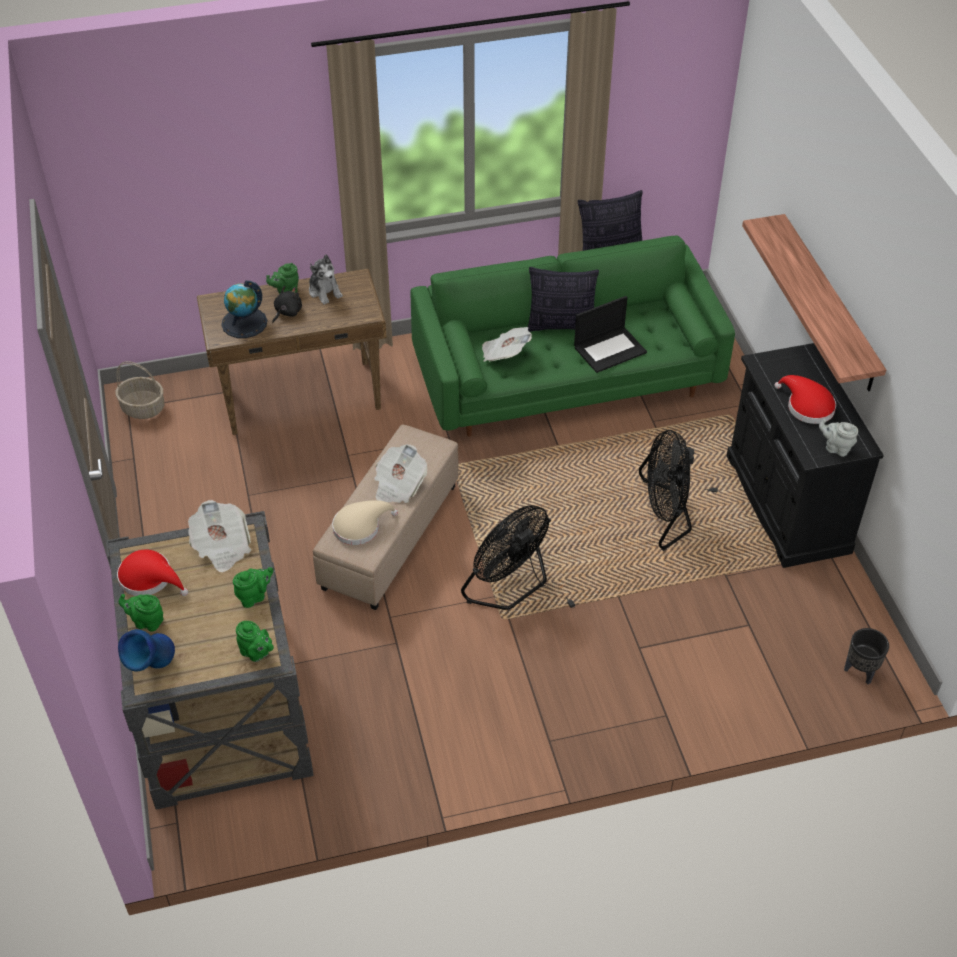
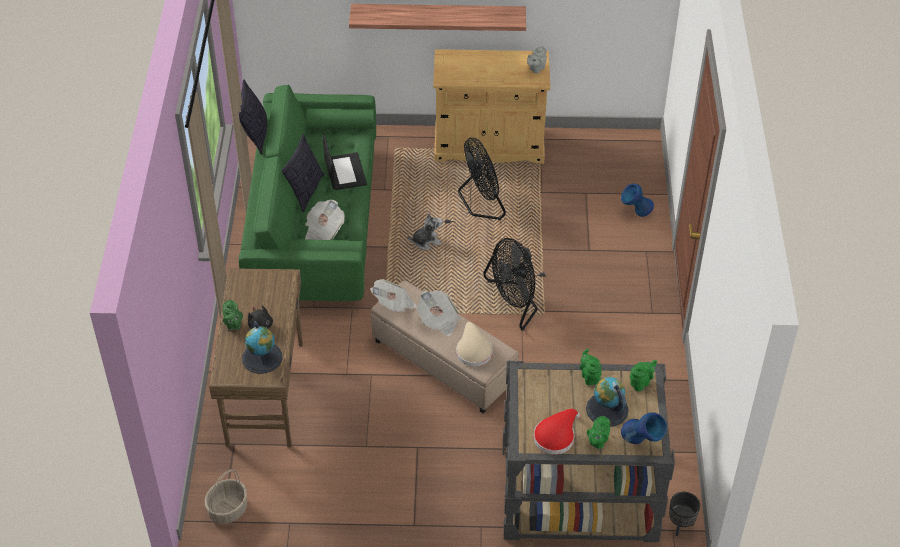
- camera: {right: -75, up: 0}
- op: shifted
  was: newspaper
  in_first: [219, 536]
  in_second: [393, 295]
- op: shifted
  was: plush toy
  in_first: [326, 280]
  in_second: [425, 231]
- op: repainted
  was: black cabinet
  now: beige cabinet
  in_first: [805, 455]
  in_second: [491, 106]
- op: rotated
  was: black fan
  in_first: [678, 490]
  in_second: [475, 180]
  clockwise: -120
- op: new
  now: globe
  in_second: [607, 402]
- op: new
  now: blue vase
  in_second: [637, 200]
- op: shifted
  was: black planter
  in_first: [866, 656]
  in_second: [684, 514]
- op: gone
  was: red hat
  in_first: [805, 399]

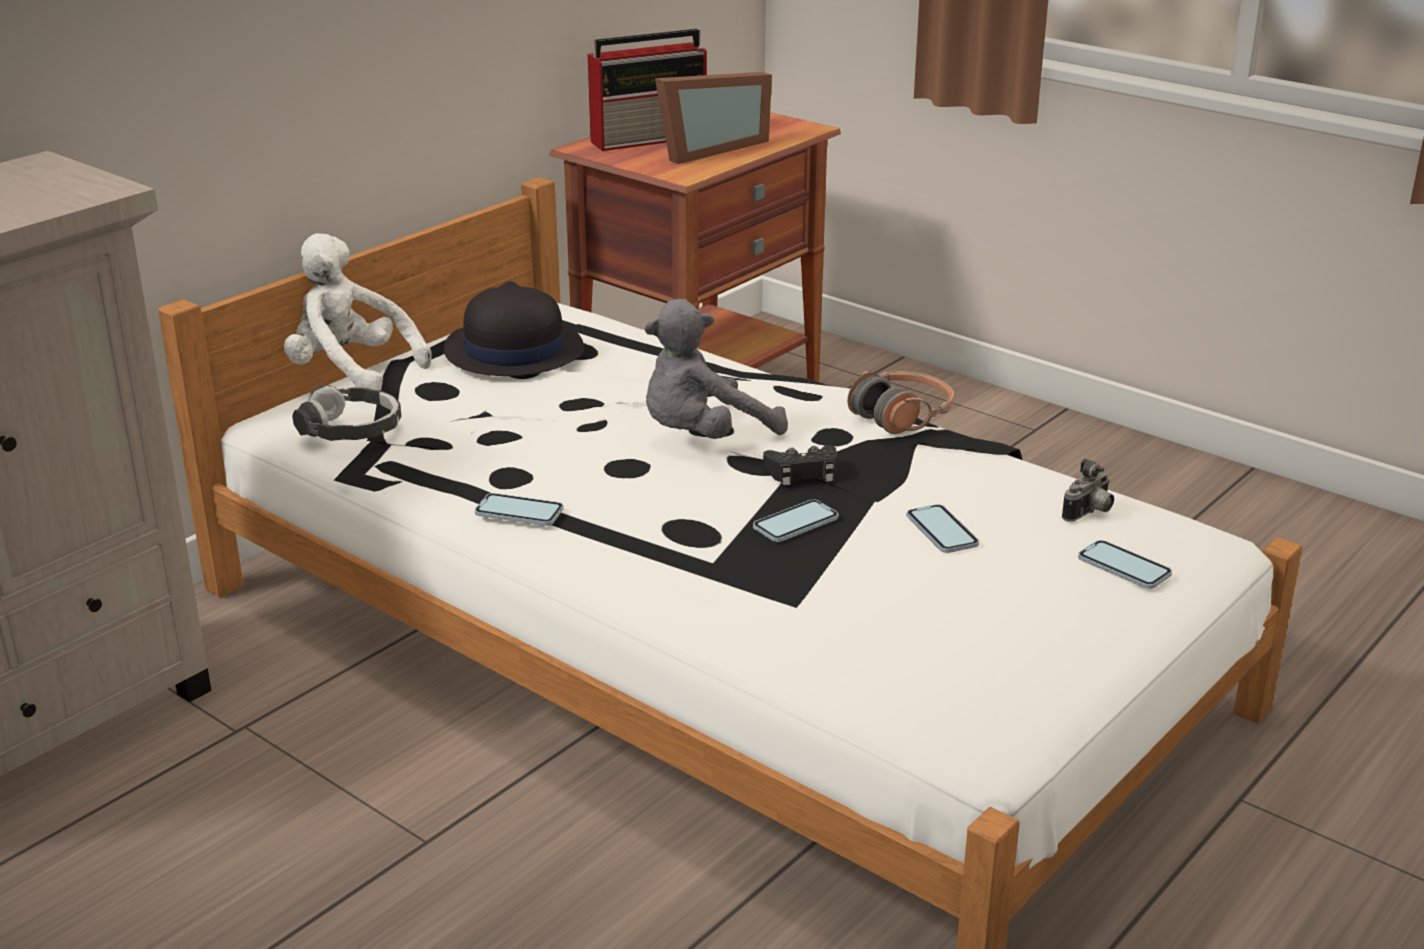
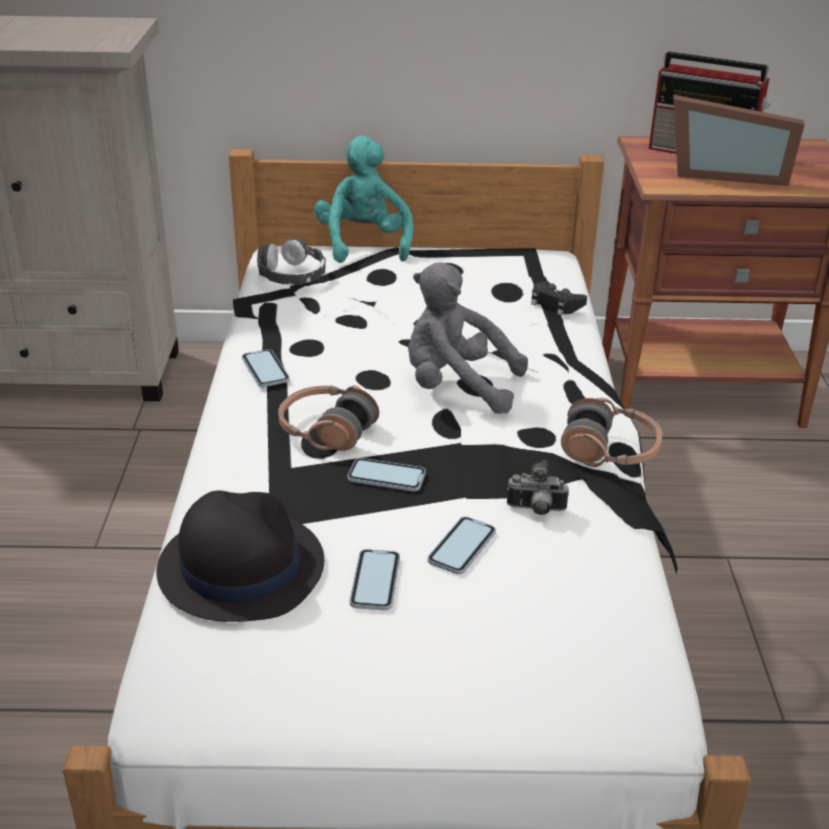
- camera: {right: 50, up: 5}
- op: shifted
  was: black hat
  in_first: [514, 328]
  in_second: [240, 556]
- op: new
  now: headphones
  in_second: [328, 418]
- op: repainted
  was: white plush toy
  now: turquoise plush toy
  in_first: [358, 312]
  in_second: [363, 199]
- op: shifted
  was: phone
  in_first: [1125, 564]
  in_second: [375, 579]
- op: shifted
  was: photo camera
  in_first: [1088, 490]
  in_second: [538, 487]
- op: shifted
  was: black game controller
  in_first: [800, 465]
  in_second: [559, 298]

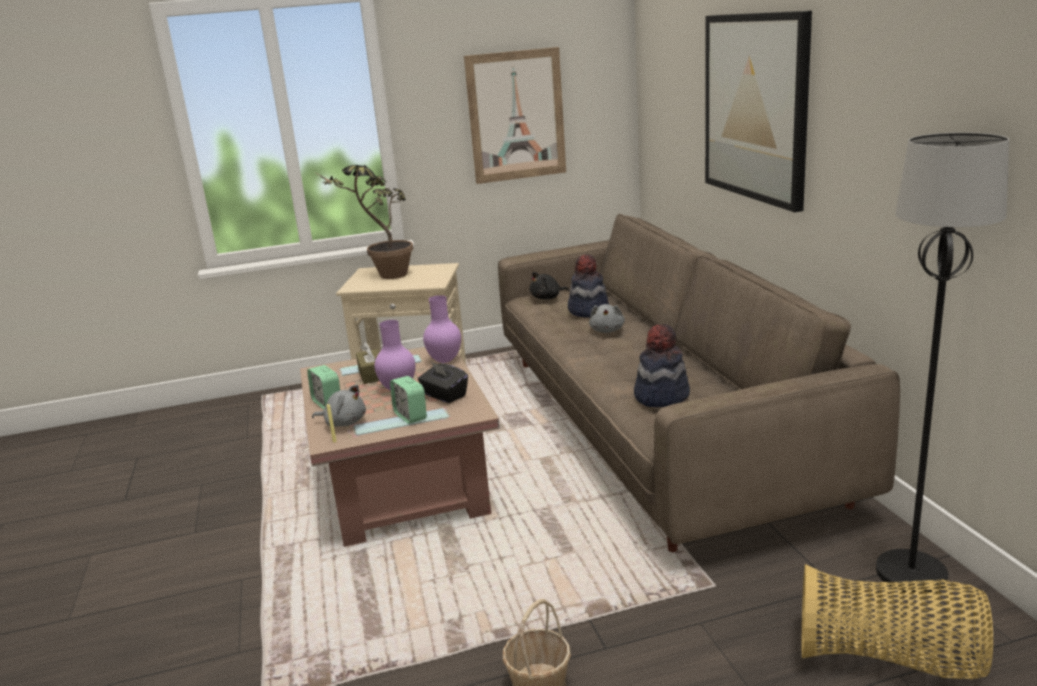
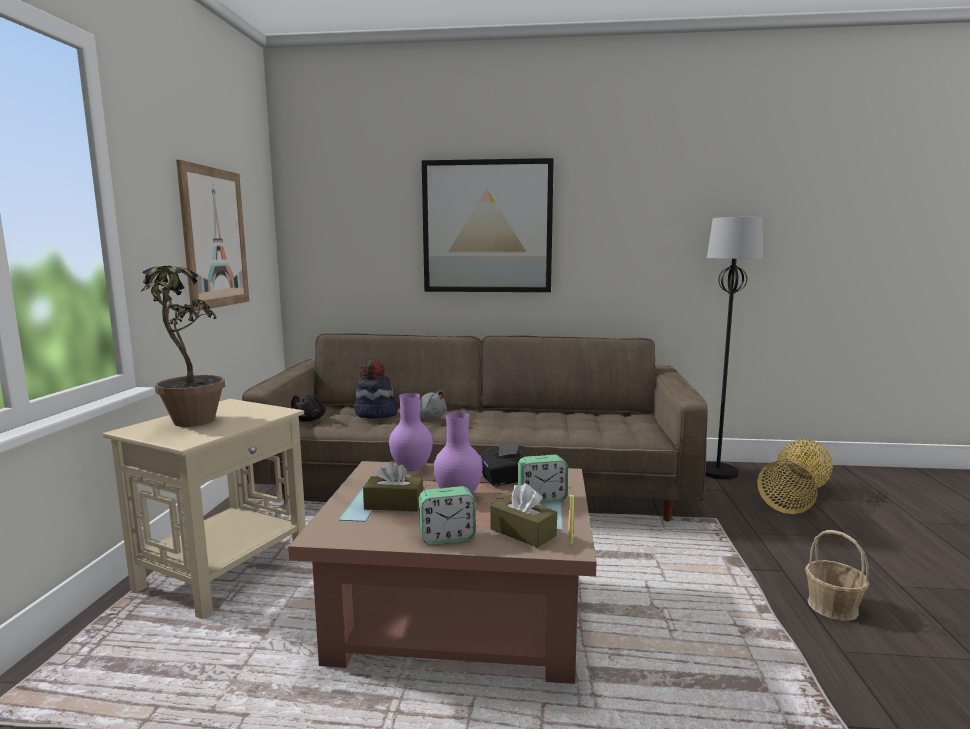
- camera: {right: -70, up: -10}
- op: swapped
  was: grey plush toy
  now: brown tissue box
  in_first: [339, 405]
  in_second: [523, 515]
- op: gone
  was: hat
  in_first: [662, 365]

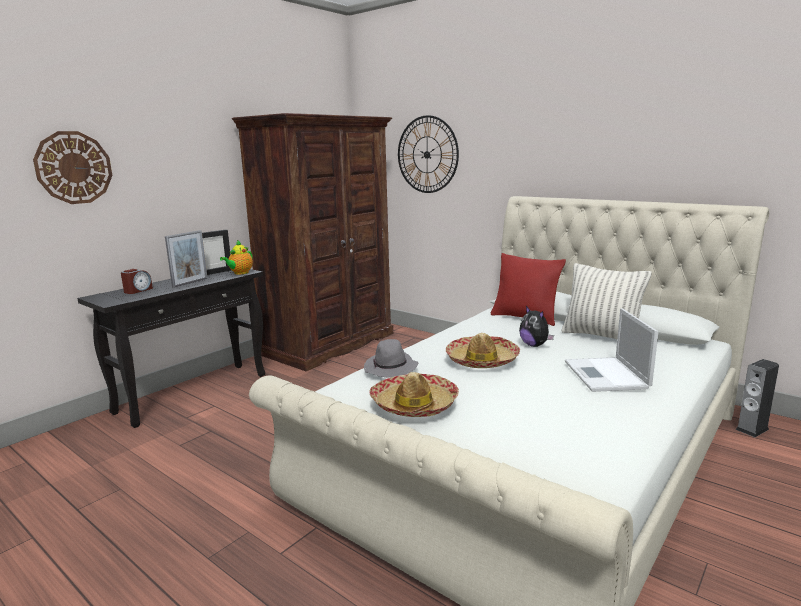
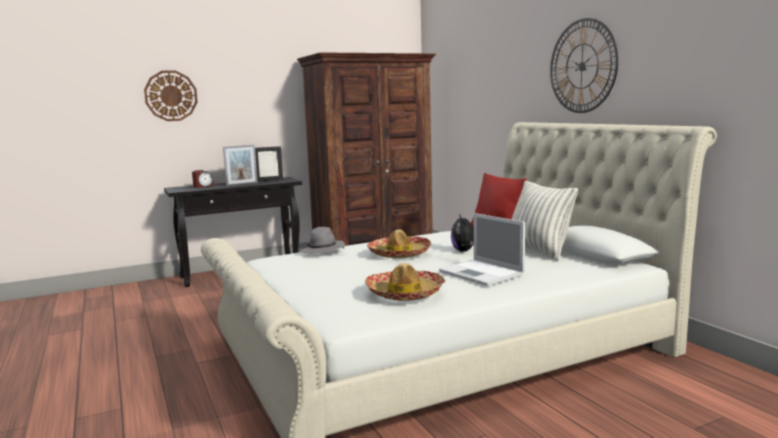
- camera: {right: 25, up: -5}
- op: shifted
  was: hat
  in_first: [414, 394]
  in_second: [405, 282]
- op: rotated
  was: laptop
  in_first: [611, 350]
  in_second: [482, 249]
  clockwise: -60
- op: shifted
  was: wall clock
  in_first: [428, 154]
  in_second: [584, 65]
- op: gone
  was: teapot
  in_first: [236, 257]
- op: gone
  was: speaker
  in_first: [757, 398]

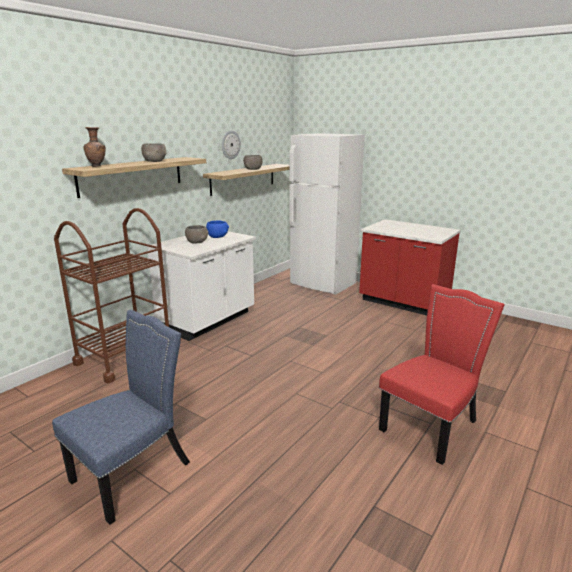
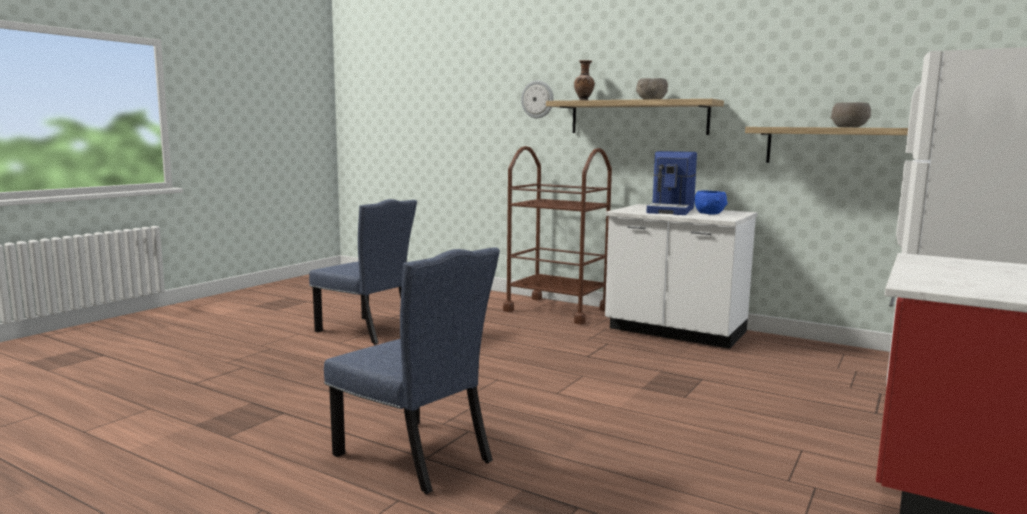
- camera: {right: 85, up: -10}
- op: repainted
  was: red chair
  now: blue chair
  in_first: [442, 374]
  in_second: [412, 370]
- op: shifted
  was: wall clock
  in_first: [231, 144]
  in_second: [537, 99]
- op: swapped
  was: grey bowl
  now: coffee machine
  in_first: [197, 234]
  in_second: [671, 183]

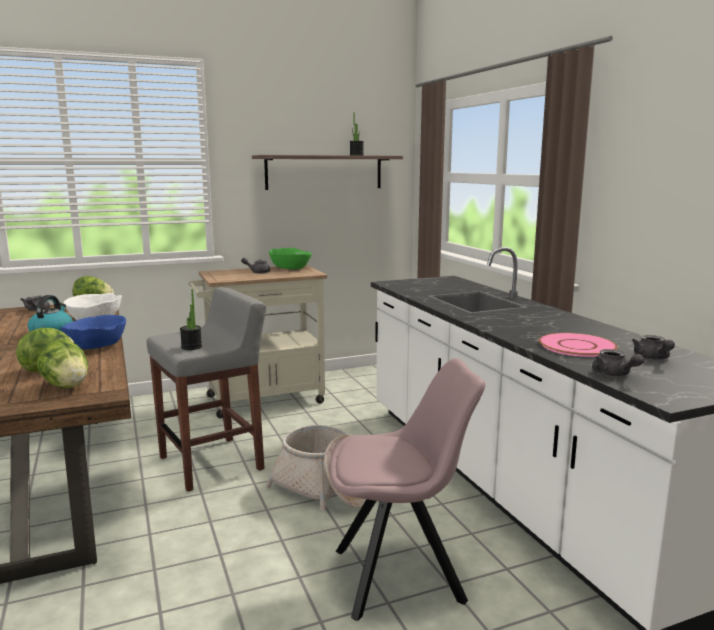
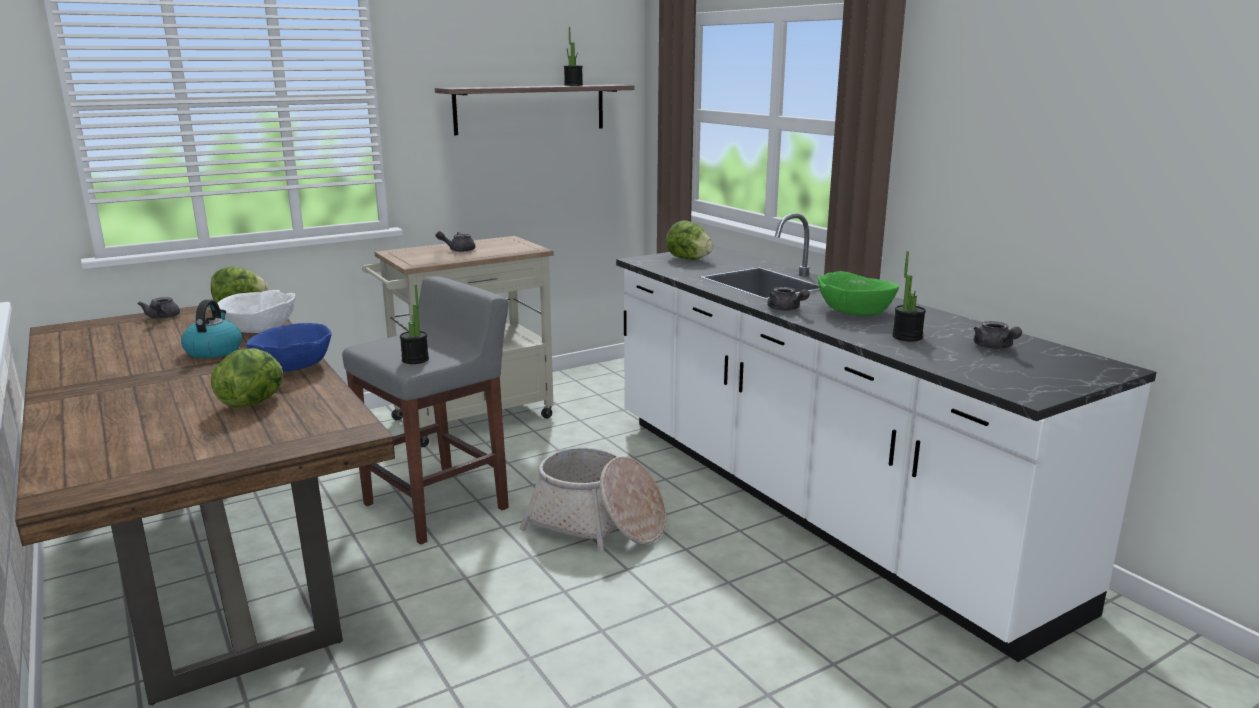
- camera: {right: -10, up: 5}
- op: shifted
  was: lettuce
  in_first: [62, 363]
  in_second: [689, 240]
- op: shifted
  was: grey teapot
  in_first: [618, 363]
  in_second: [788, 299]
- op: shifted
  was: green bowl
  in_first: [290, 258]
  in_second: [858, 293]
- op: swapped
  was: pink plate
  now: potted plant
  in_first: [578, 345]
  in_second: [909, 296]
- op: gone
  was: pink chair
  in_first: [407, 489]

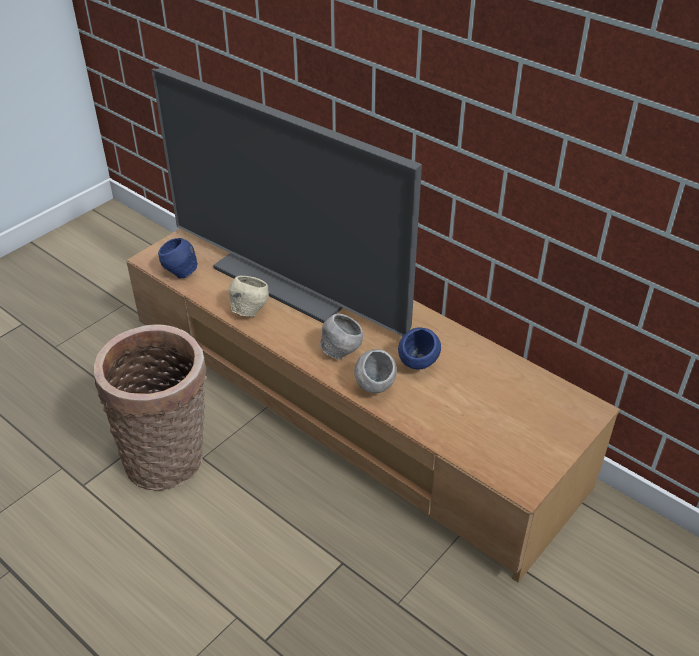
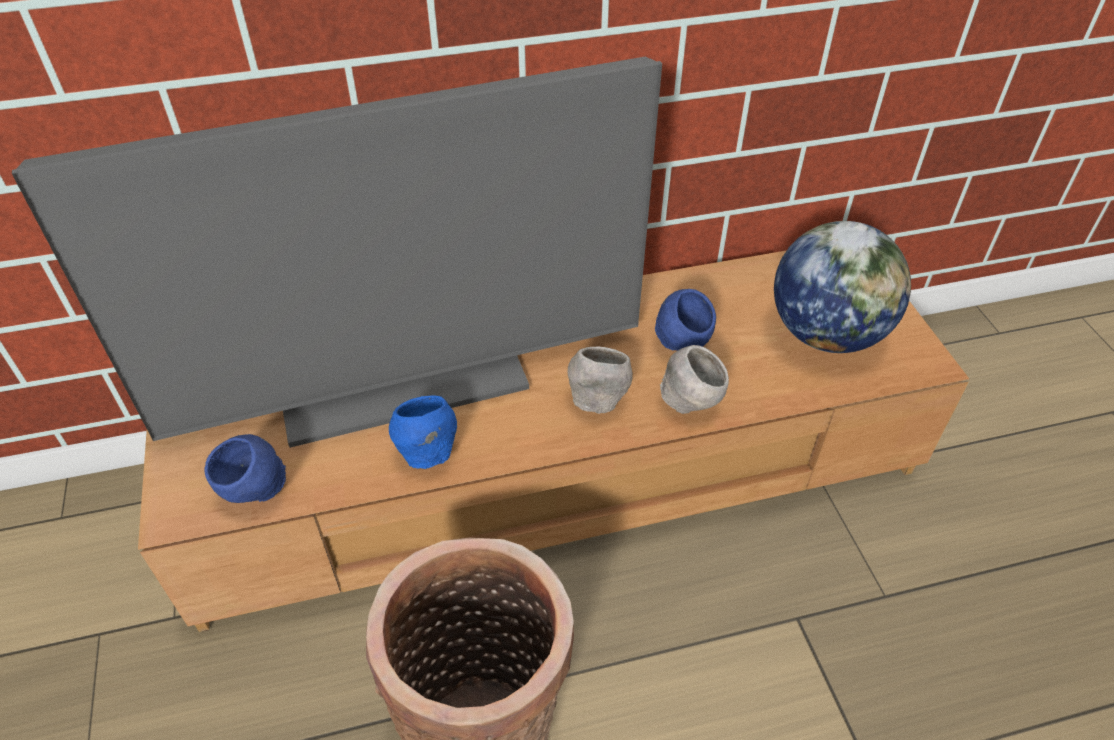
- camera: {right: -55, up: 5}
- op: repainted
  was: beige bowl
  now: blue bowl
  in_first: [249, 296]
  in_second: [423, 432]
- op: new
  now: globe
  in_second: [842, 287]

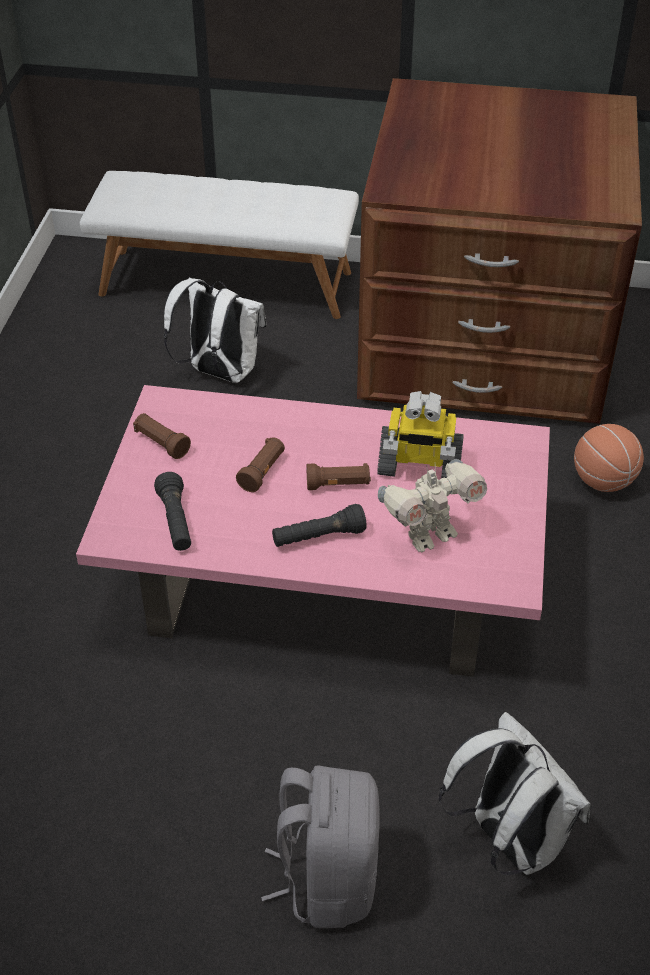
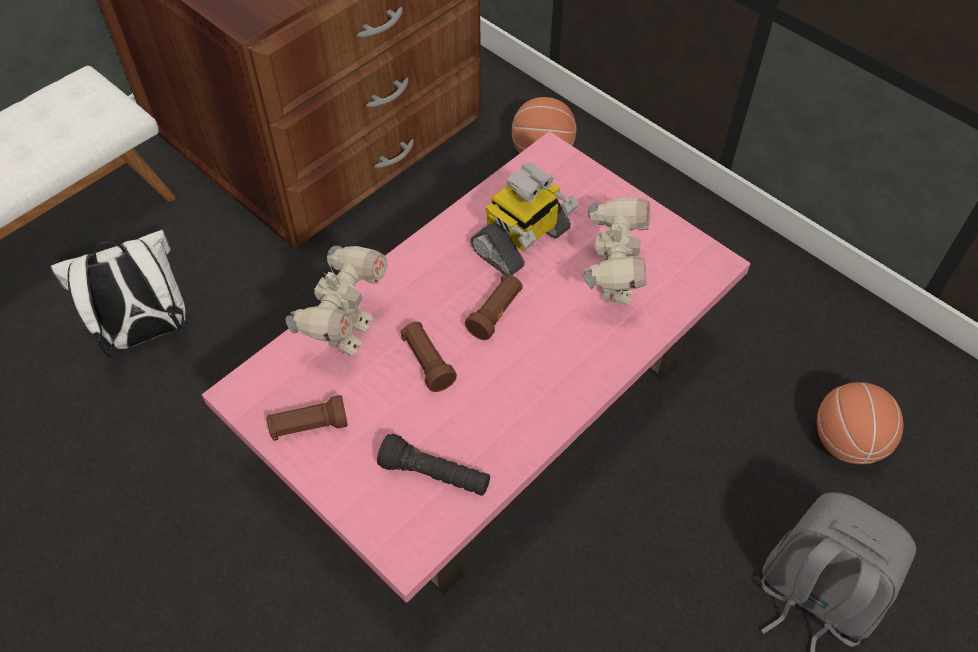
- camera: {right: -55, up: 10}
- op: new
  now: toy robot
  in_second: [337, 301]
- op: swapped
  was: white backpack
  now: basketball
  in_first: [514, 793]
  in_second: [860, 423]
- op: gone
  was: black flashlight
  in_first: [319, 525]

